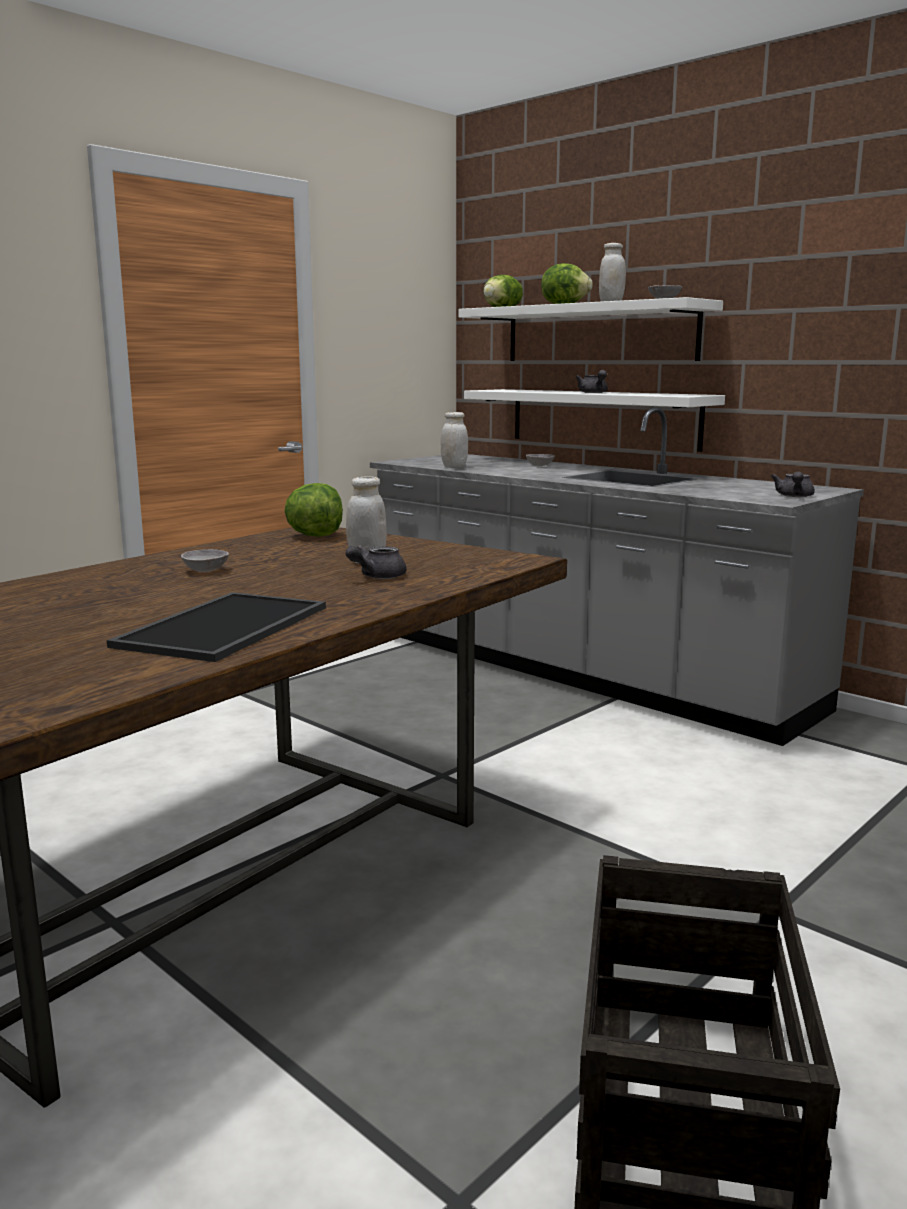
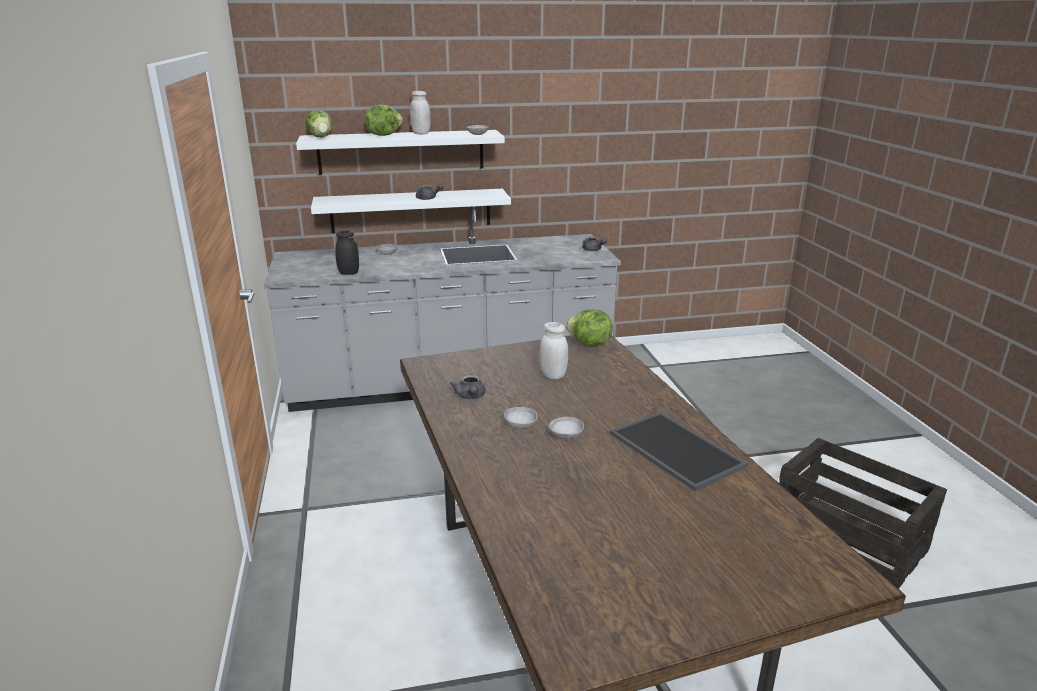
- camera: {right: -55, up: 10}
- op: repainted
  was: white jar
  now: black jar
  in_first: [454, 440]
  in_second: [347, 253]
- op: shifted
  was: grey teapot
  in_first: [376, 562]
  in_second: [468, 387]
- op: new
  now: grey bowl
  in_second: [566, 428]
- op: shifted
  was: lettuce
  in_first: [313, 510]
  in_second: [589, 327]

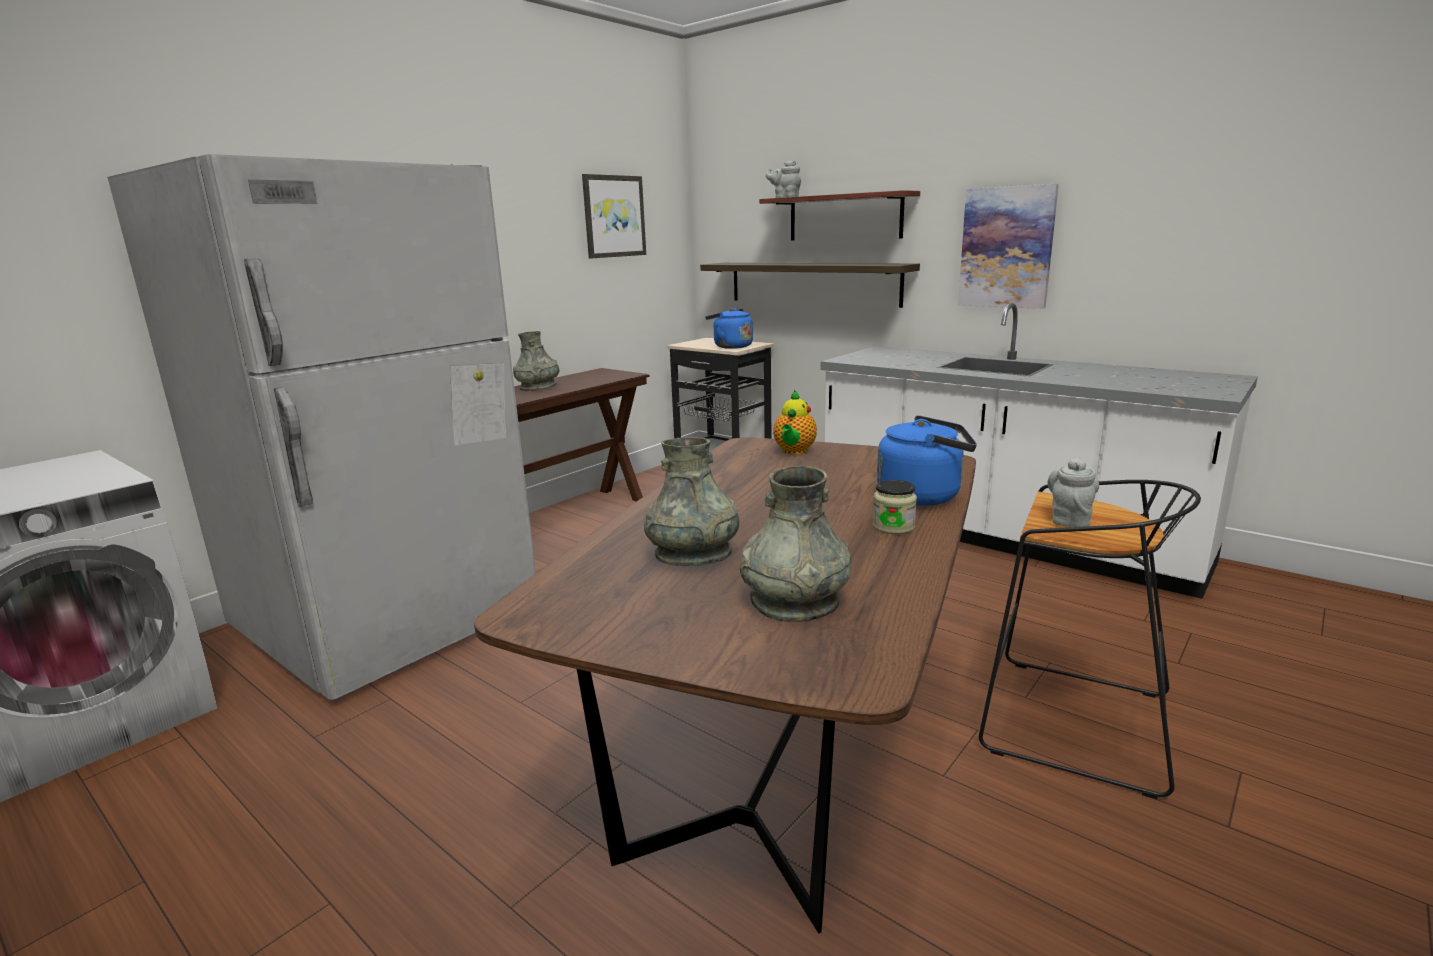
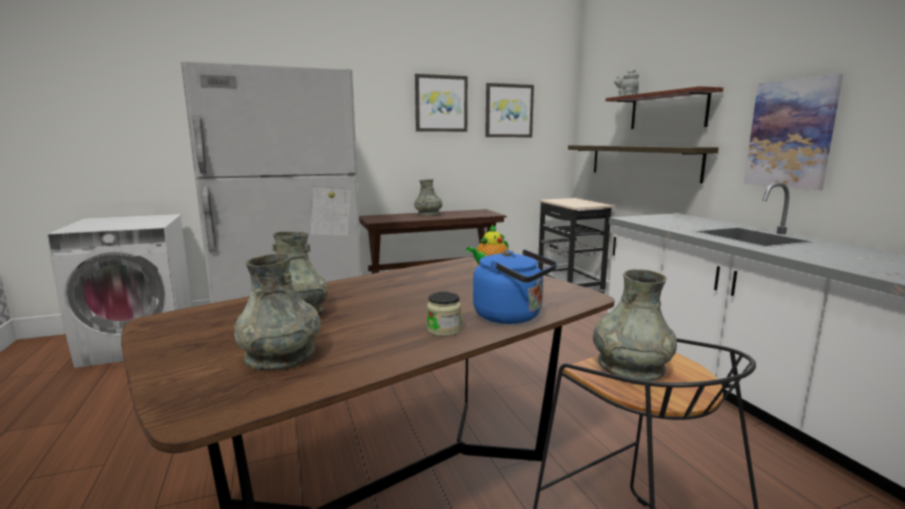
- camera: {right: 30, up: -5}
- op: new
  now: picture
  in_second: [441, 103]
- op: swapped
  was: grey teapot
  now: grey vase
  in_first: [1073, 491]
  in_second: [635, 325]
- op: gone
  was: blue kettle
  in_first: [729, 328]

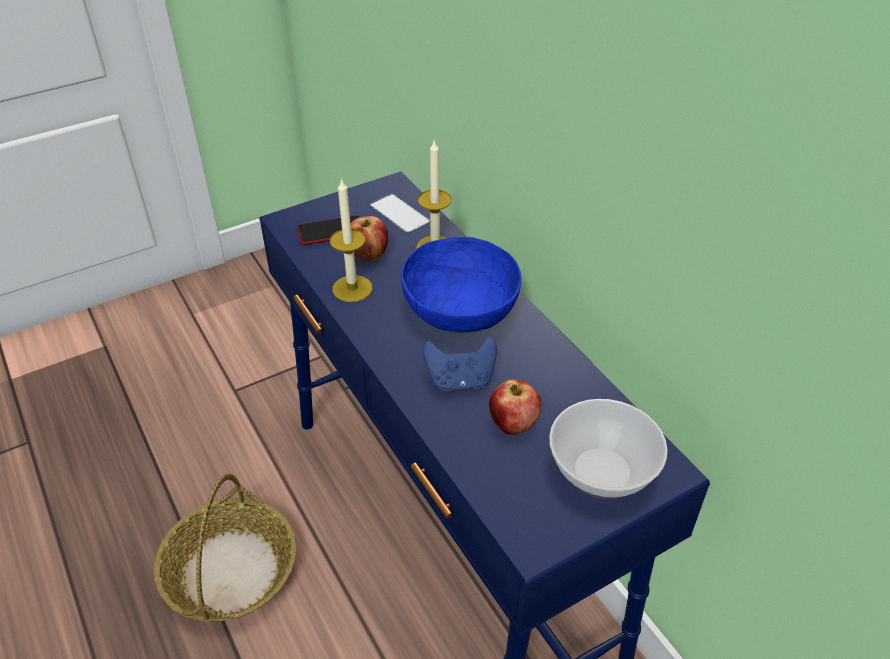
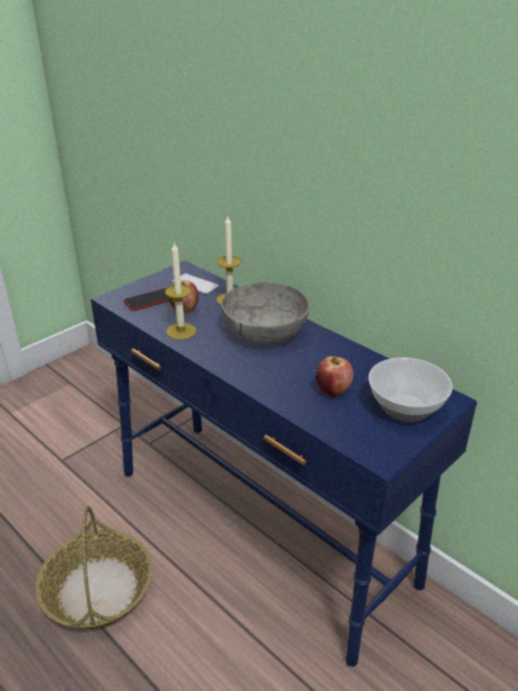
- camera: {right: -15, up: -10}
- op: repainted
  was: blue bowl
  now: grey bowl
  in_first: [461, 285]
  in_second: [265, 313]
- op: gone
  was: blue game controller
  in_first: [459, 364]

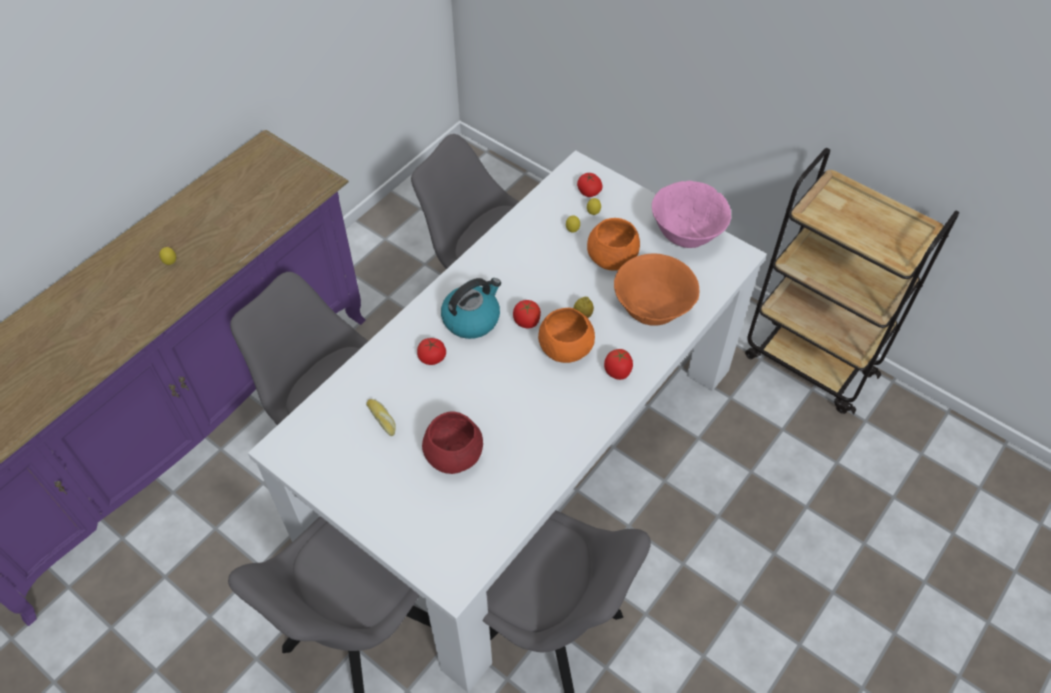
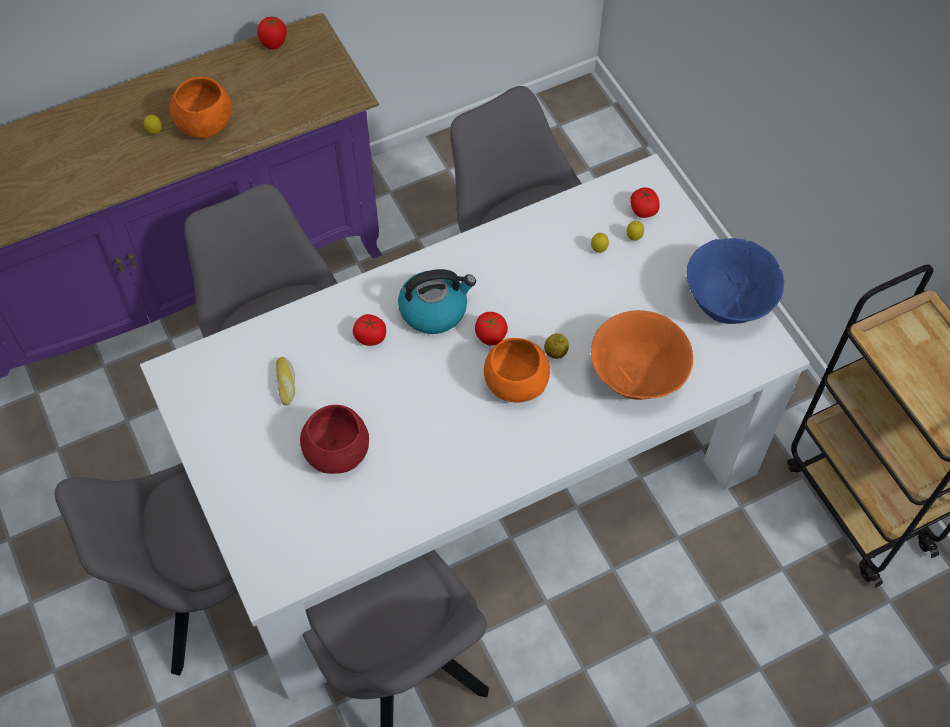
- camera: {right: 25, up: 5}
- op: shifted
  was: orange bowl
  in_first: [613, 244]
  in_second: [201, 107]
- op: shifted
  was: tomato
  in_first: [618, 364]
  in_second: [271, 33]
- op: repainted
  was: pink bowl
  now: blue bowl
  in_first: [691, 214]
  in_second: [735, 281]

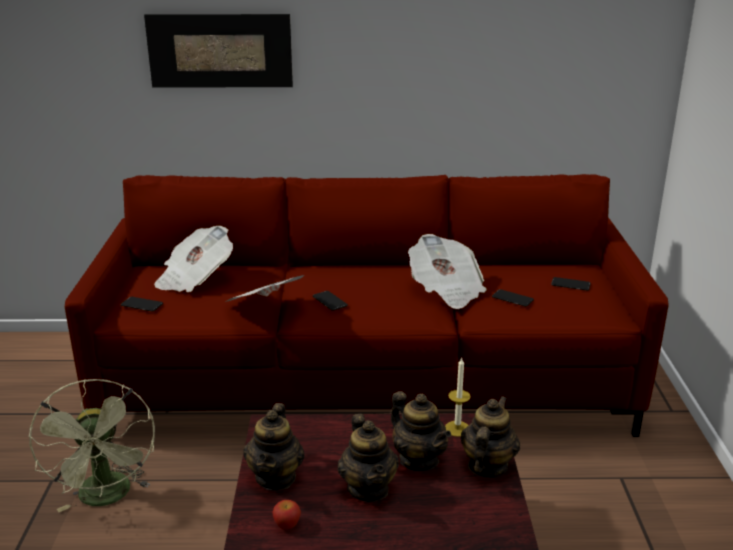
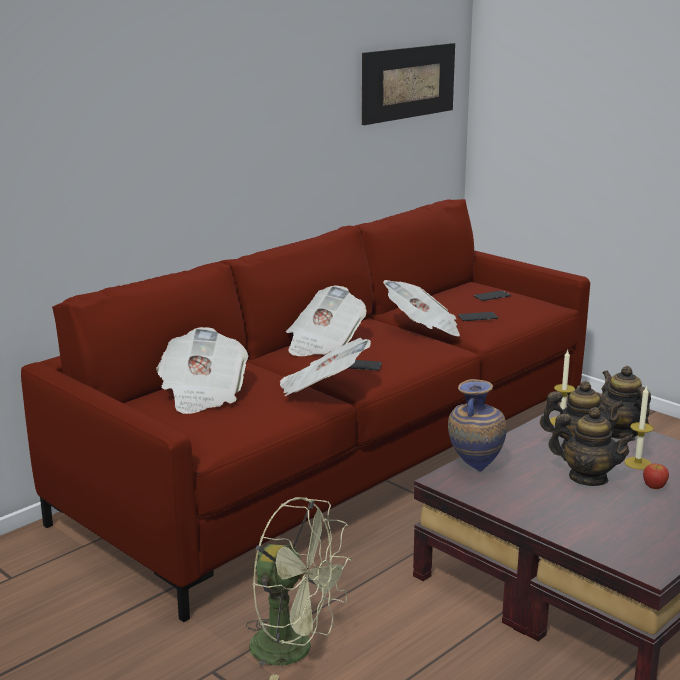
- camera: {right: -45, up: -5}
- op: new
  now: newspaper
  in_second: [326, 320]
- op: shifted
  was: picture
  in_first: [218, 50]
  in_second: [408, 84]
- op: new
  now: vase
  in_second: [477, 425]
- op: new
  now: candle
  in_second: [638, 427]
- op: shifted
  was: apple
  in_first: [286, 514]
  in_second: [656, 476]
- op: gone
  was: phone
  in_first: [142, 304]
- op: gone
  was: teapot
  in_first: [274, 447]

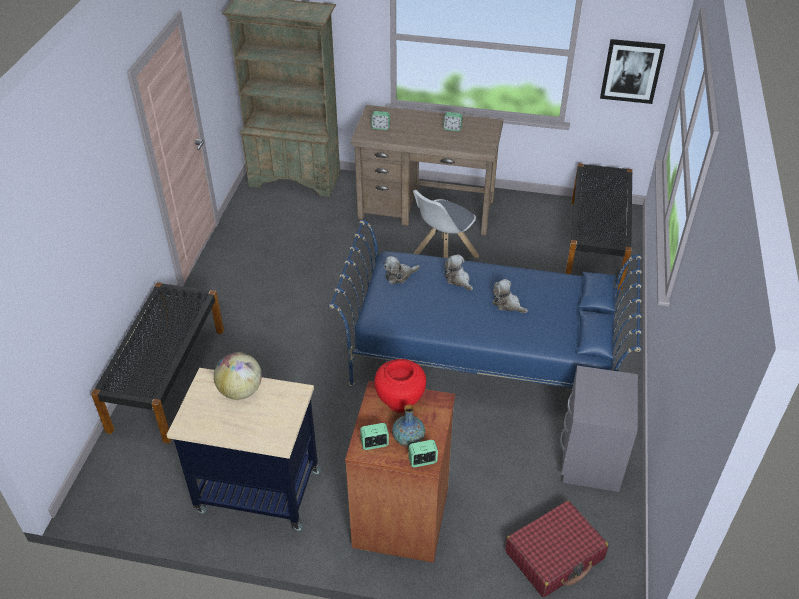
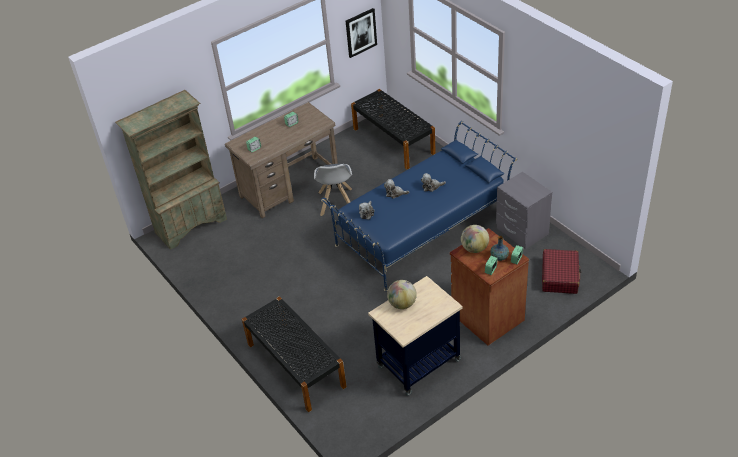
- camera: {right: -45, up: 0}
- op: swapped
  was: red vase
  now: globe
  in_first: [400, 385]
  in_second: [475, 239]

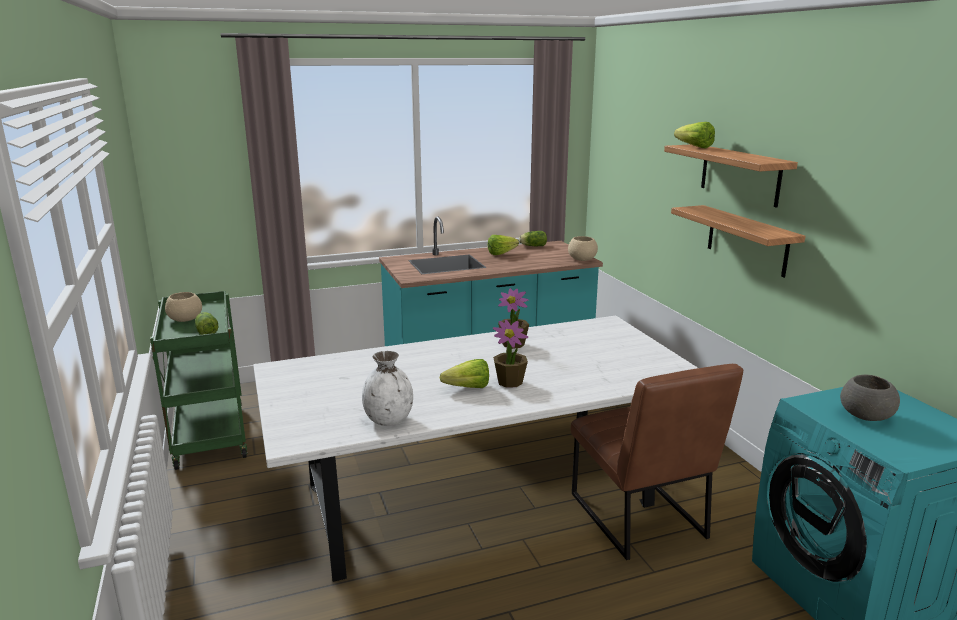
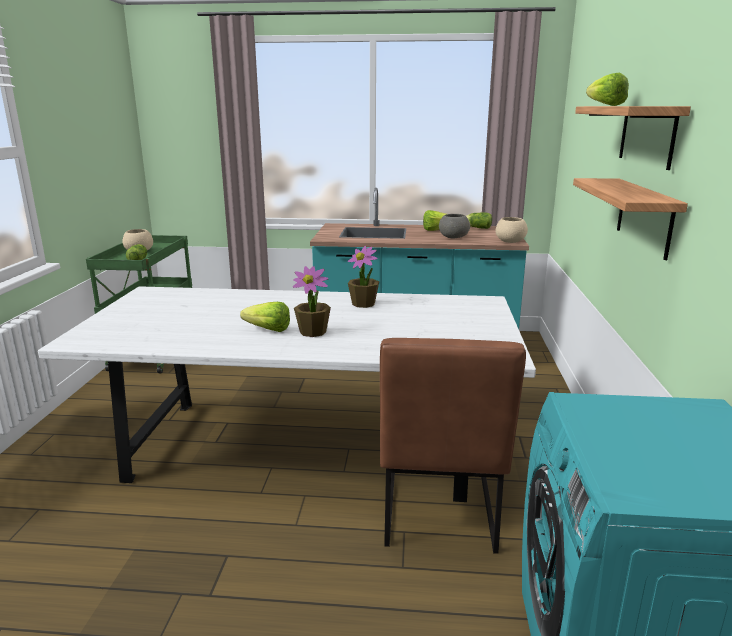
- camera: {right: 25, up: 0}
- op: shifted
  was: grey bowl
  in_first: [870, 398]
  in_second: [454, 226]
- op: gone
  was: white vase
  in_first: [387, 388]

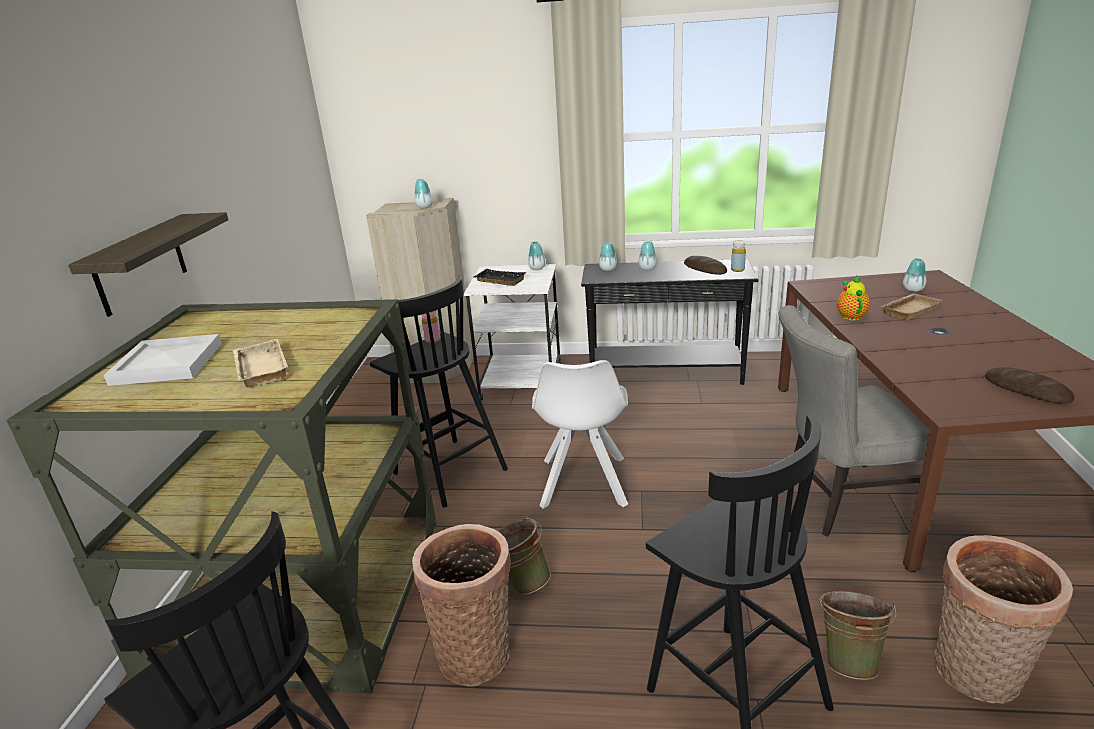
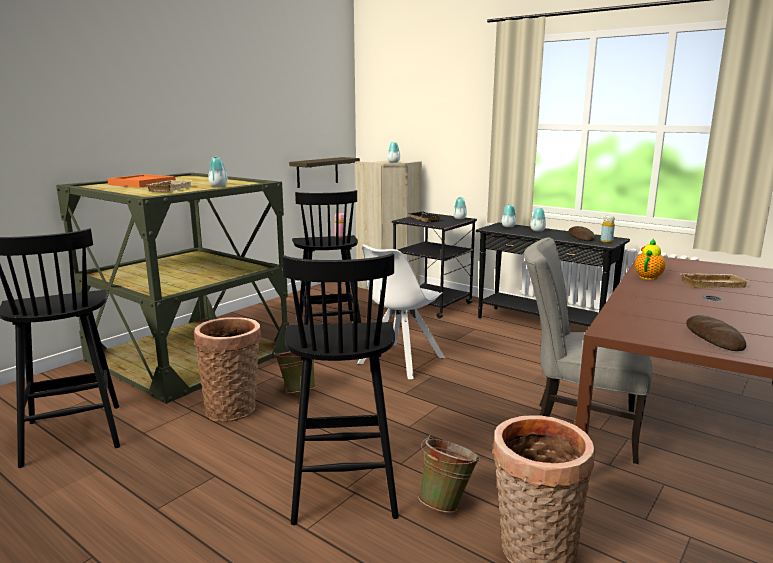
- camera: {right: 30, up: -10}
- op: repainted
  was: white tray
  now: orange tray
  in_first: [163, 360]
  in_second: [141, 181]
- op: shifted
  was: vase
  in_first: [914, 275]
  in_second: [218, 171]
- op: shifted
  was: shelf
  in_first: [148, 264]
  in_second: [324, 172]
- op: repainted
  was: white cart
  now: black cart
  in_first: [512, 332]
  in_second: [434, 265]

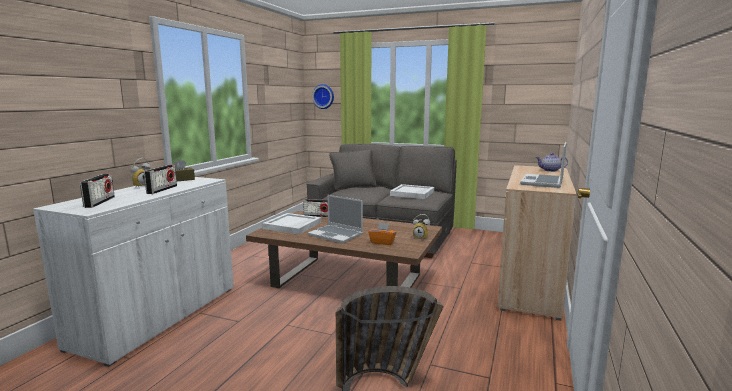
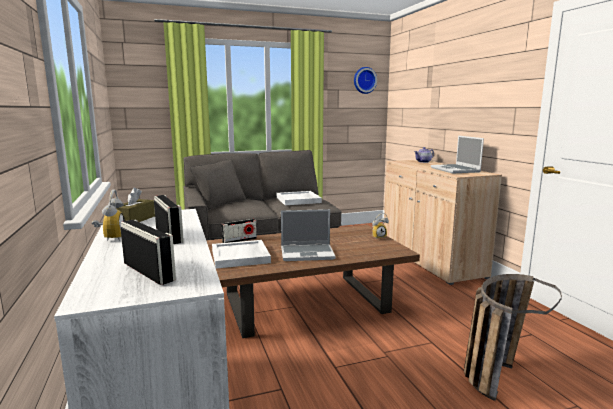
- camera: {right: -40, up: 0}
- op: shifted
  was: wall clock
  in_first: [323, 96]
  in_second: [365, 80]
- op: gone
  was: orange tissue box
  in_first: [382, 233]

